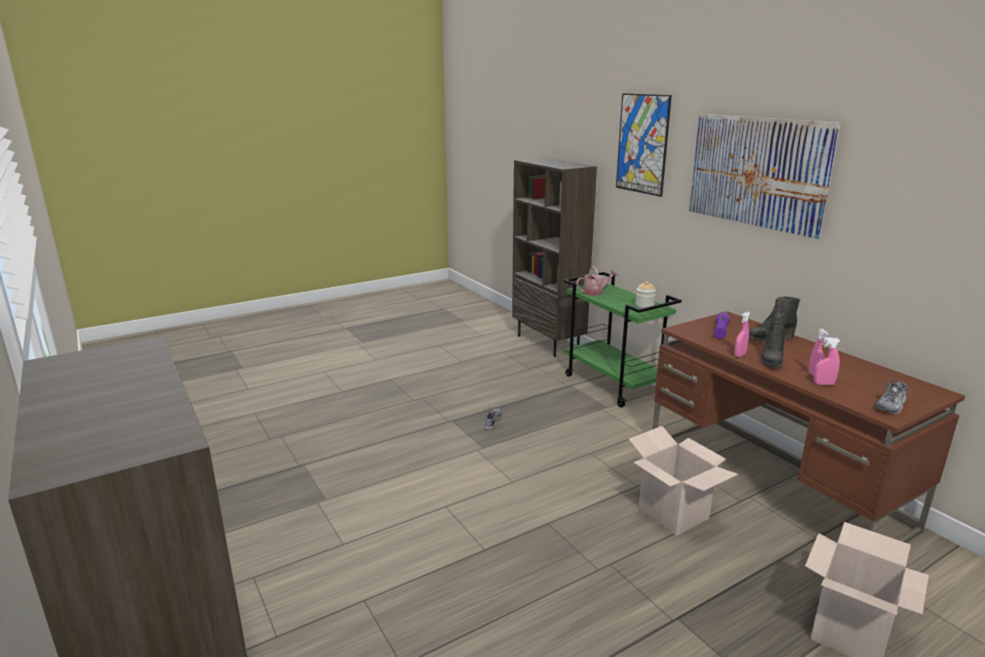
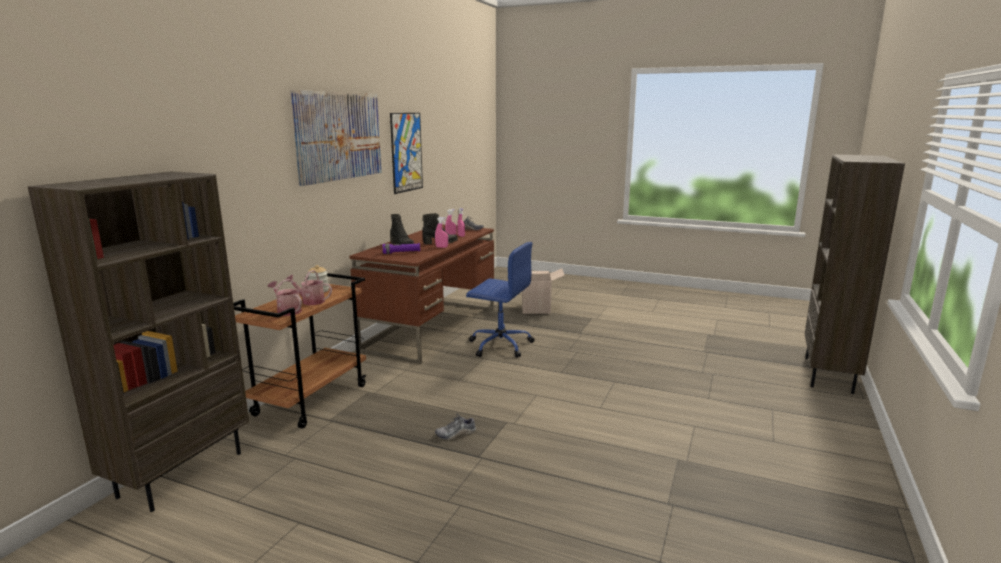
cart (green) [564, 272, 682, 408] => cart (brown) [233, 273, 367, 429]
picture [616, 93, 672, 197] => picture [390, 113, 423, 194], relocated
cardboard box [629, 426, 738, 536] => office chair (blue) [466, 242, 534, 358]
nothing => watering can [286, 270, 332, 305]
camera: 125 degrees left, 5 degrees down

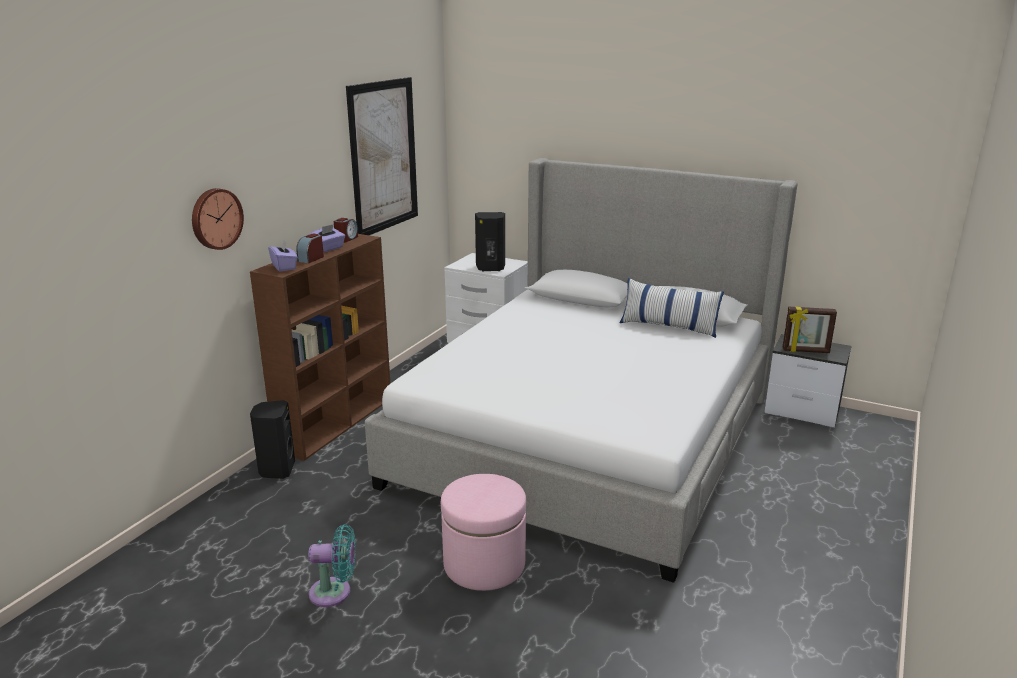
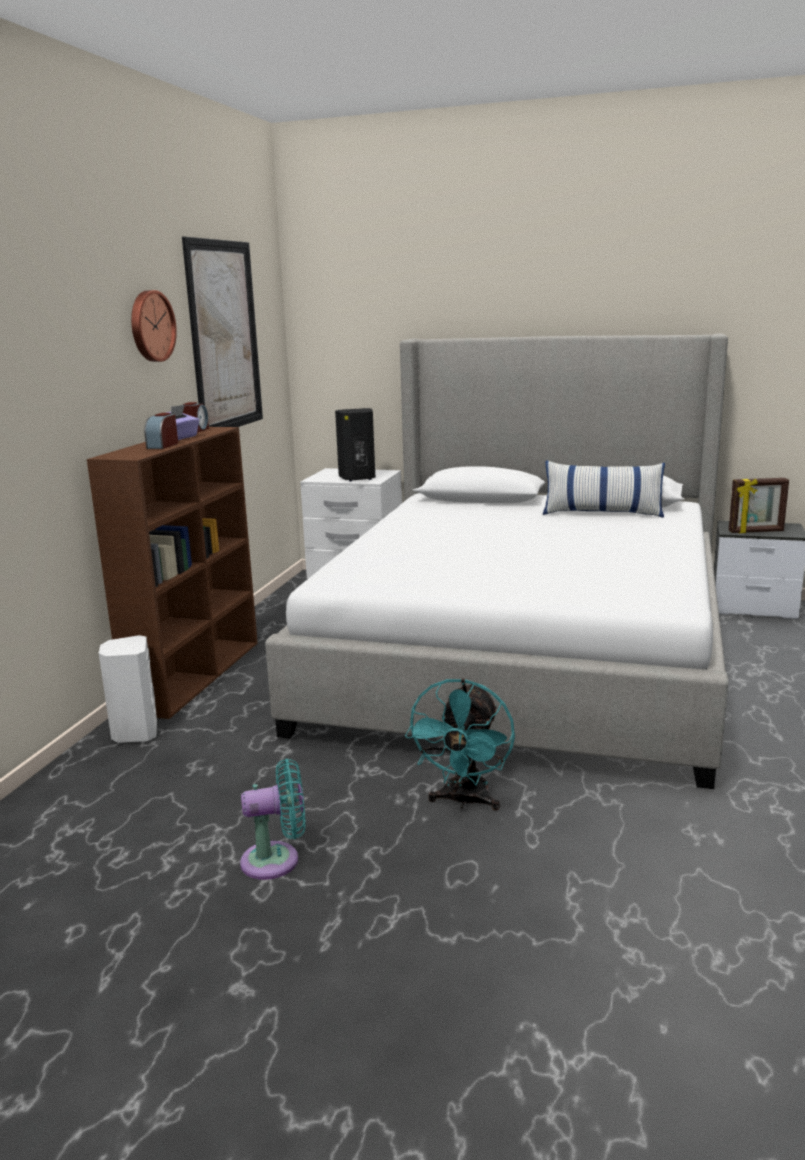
wall clock [192, 188, 244, 250] => wall clock [131, 290, 177, 362], relocated
speaker (black) [250, 400, 295, 479] => speaker (white) [99, 635, 157, 743]
tissue box (purple) [268, 240, 298, 271] => nothing
ottoman (pink) [441, 474, 526, 591] => fan (turquoise) [405, 678, 515, 811]
camera: 10 degrees left, 5 degrees down

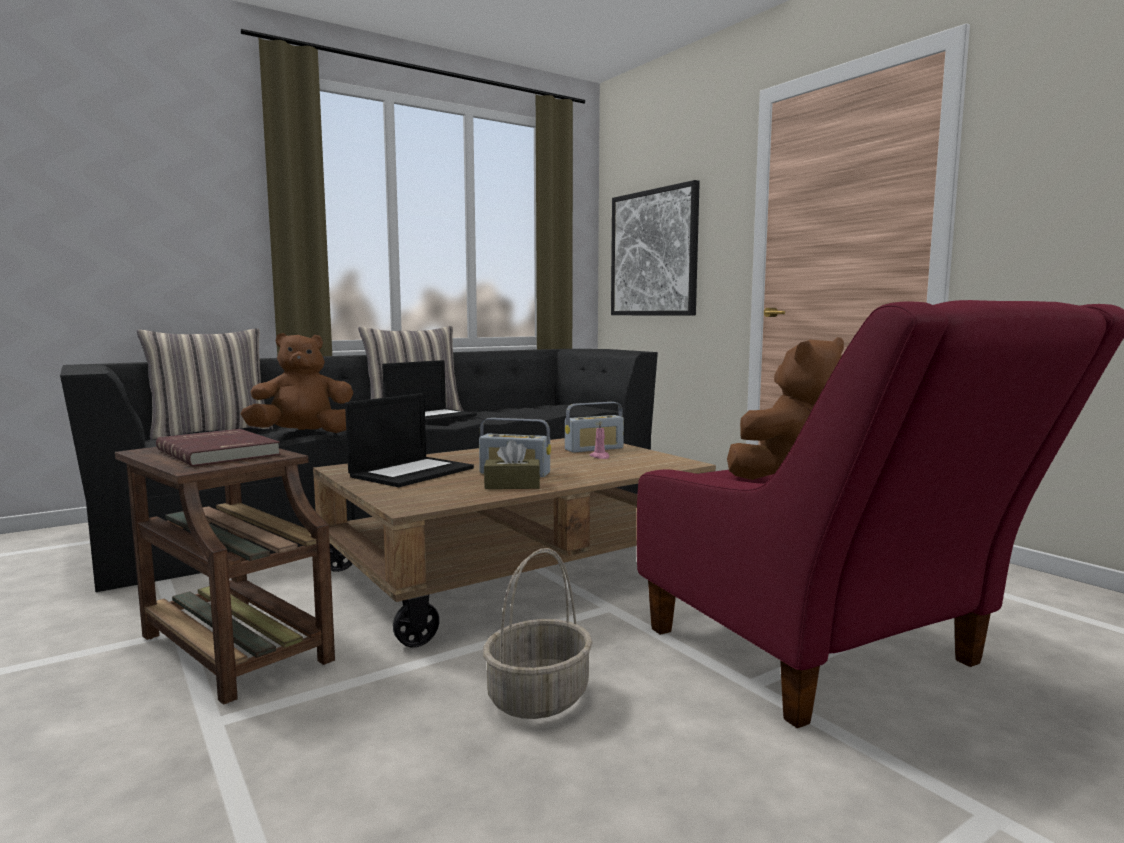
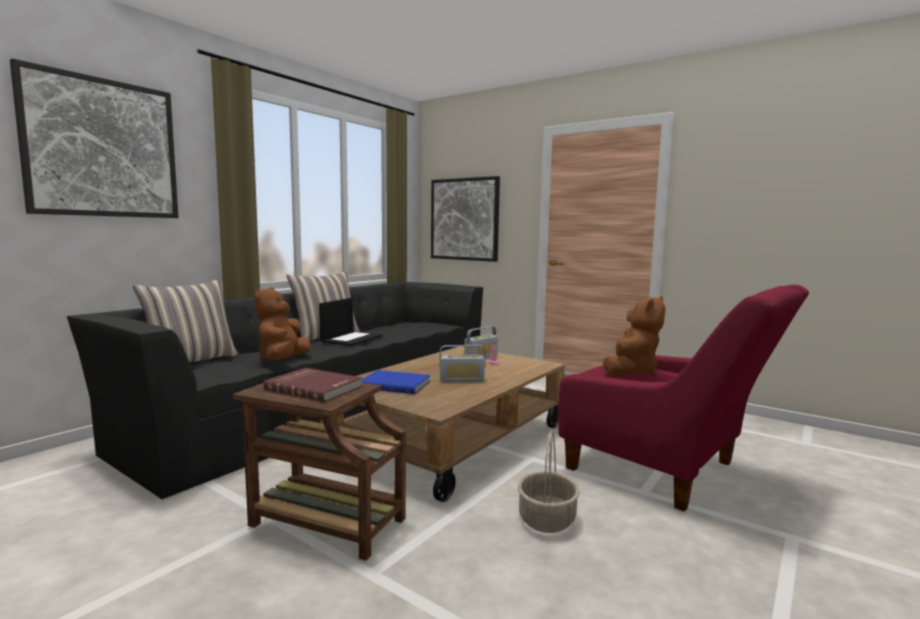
plush toy (brown) [241, 333, 353, 433] => plush toy (brown) [254, 287, 311, 360], 45 degrees counterclockwise
laptop [345, 393, 474, 487] => book (blue) [362, 370, 430, 394]
tissue box (brown) [484, 440, 540, 489] => nothing
nothing => picture [10, 58, 178, 218]
camera: 20 degrees left, 0 degrees up

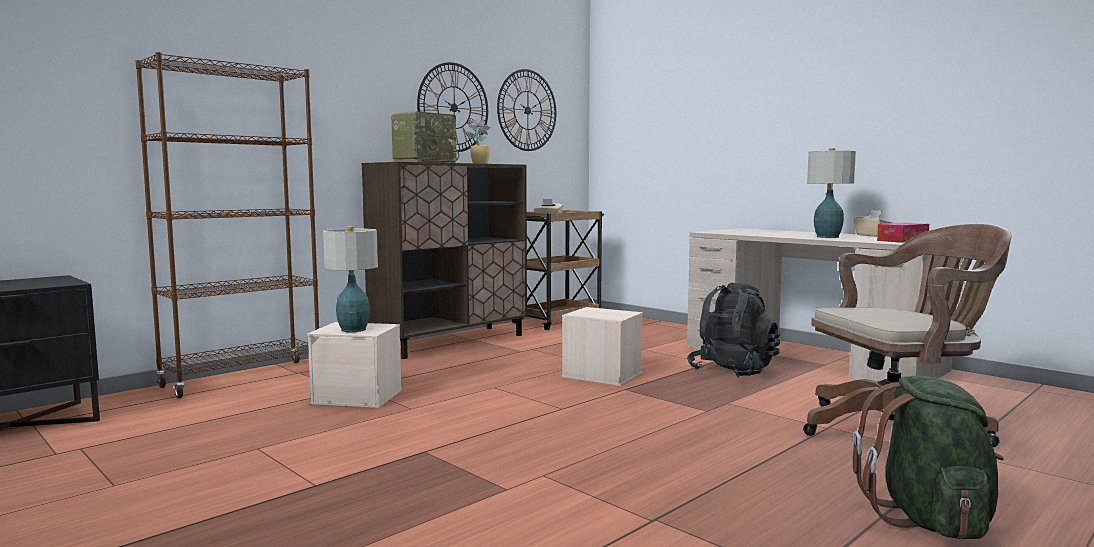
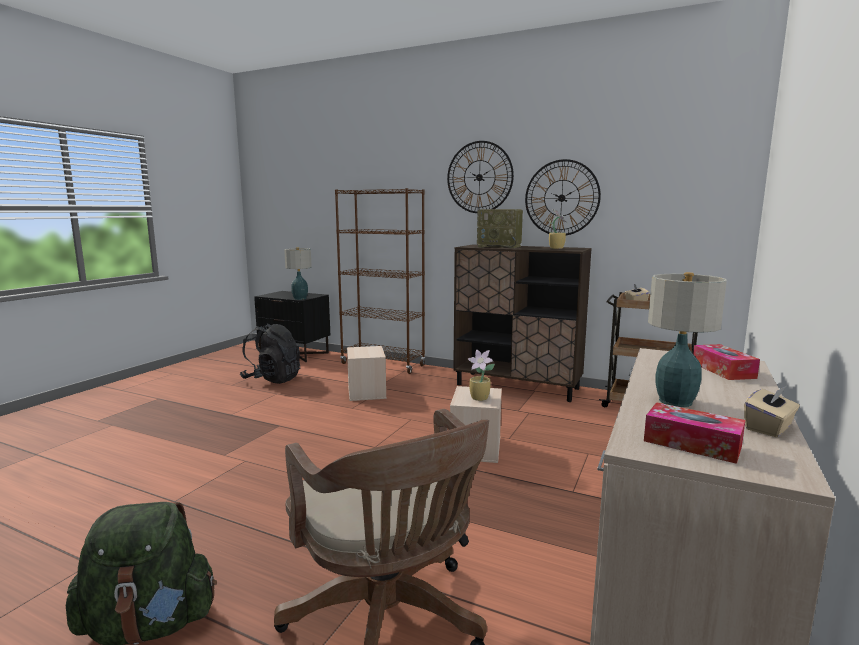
table lamp [323, 226, 378, 332] => table lamp [284, 247, 312, 300], relocated
wall clock [497, 69, 556, 151] => wall clock [447, 141, 514, 213], relocated
backpack (black) [687, 283, 780, 378] => backpack (black) [240, 323, 300, 384], relocated
nothing => potted plant [468, 350, 495, 401]
nothing => tissue box [693, 344, 760, 380]
camera: 70 degrees right, 5 degrees up

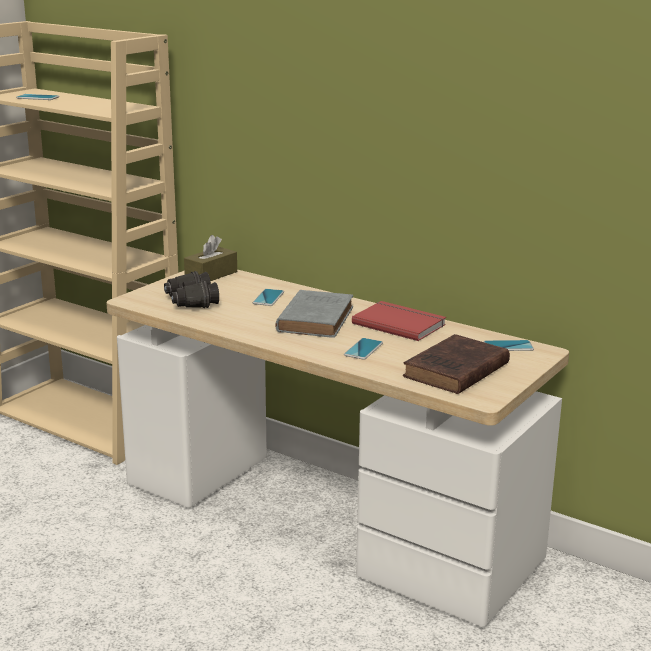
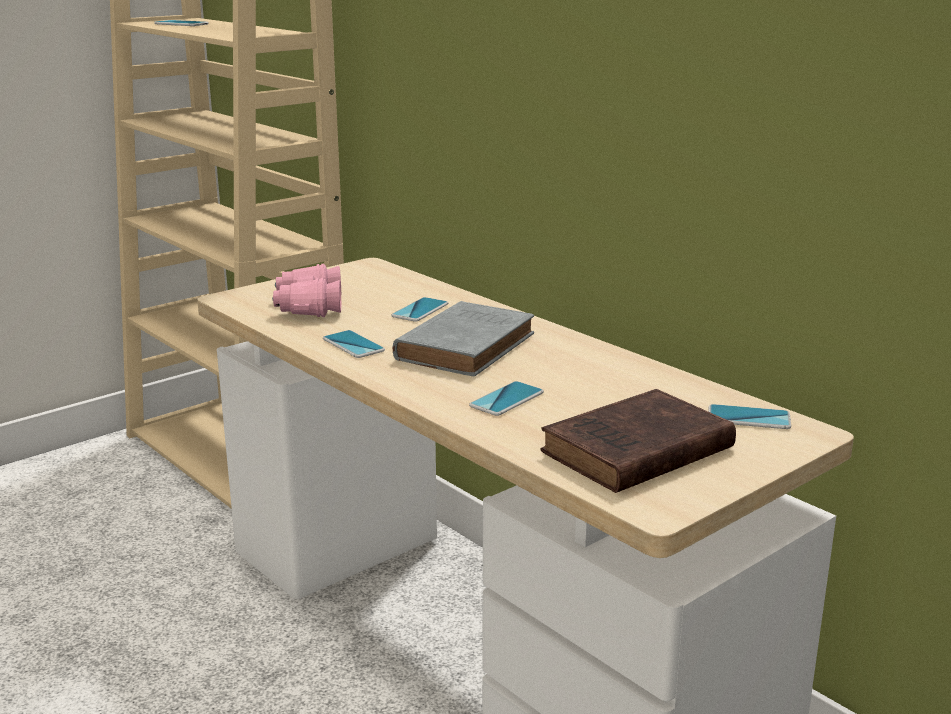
binoculars (black) [164, 271, 219, 308] => binoculars (pink) [272, 263, 341, 317]
tissue box (brown) [184, 235, 237, 281] => nothing
book (red) [352, 301, 446, 341] => nothing
nothing => phone [323, 330, 385, 358]
camera: 15 degrees right, 0 degrees up

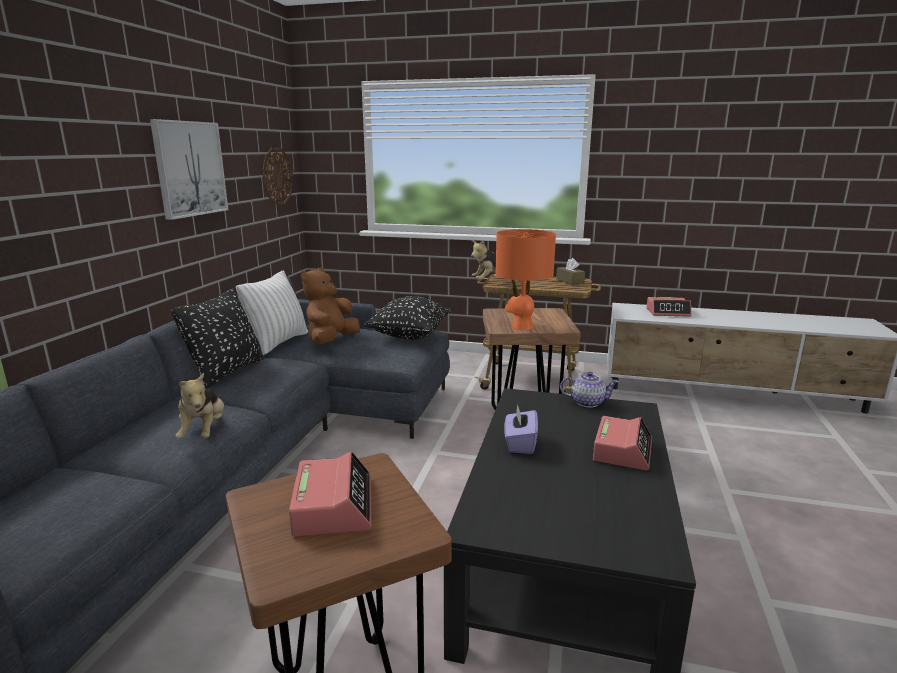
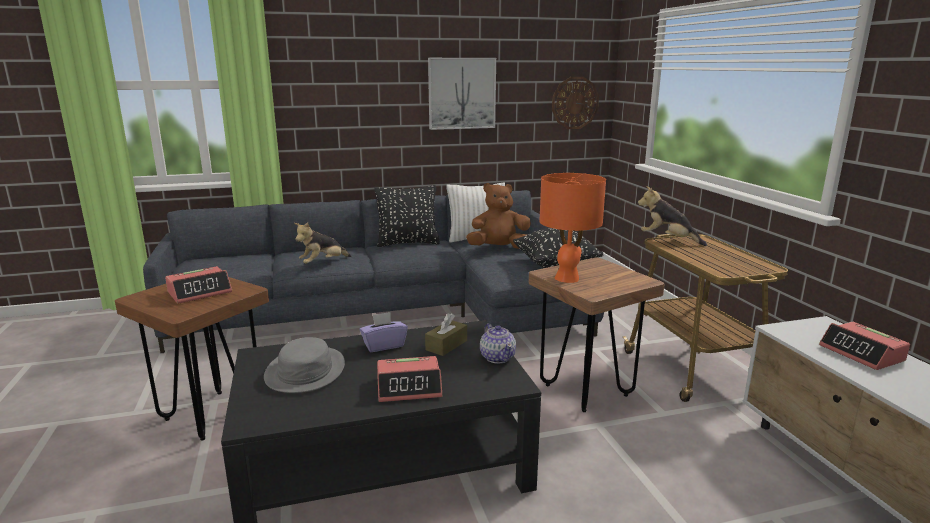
tissue box (brown) [556, 258, 585, 285] => tissue box (brown) [425, 313, 467, 356], relocated
nothing => hat (grey) [264, 337, 345, 393]
camera: 60 degrees right, 0 degrees up

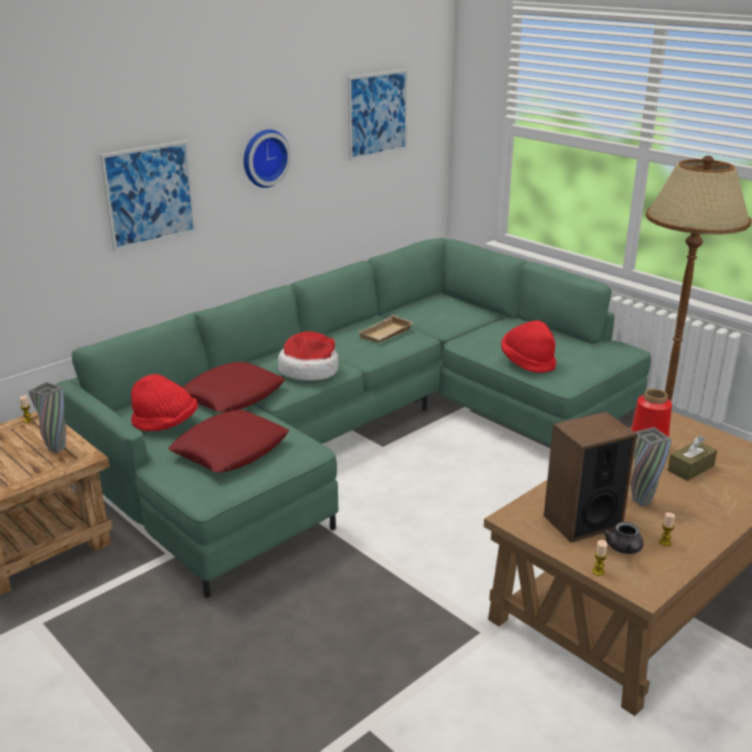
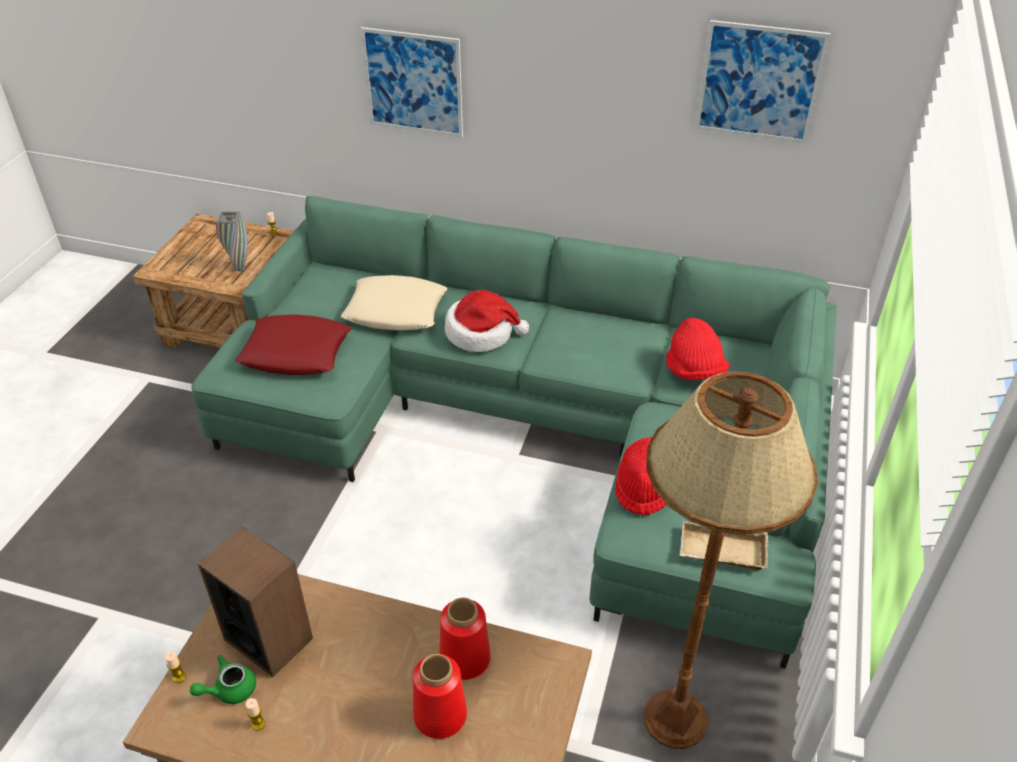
hat (red) [131, 374, 198, 431] => hat (red) [666, 318, 730, 380], relocated
pillow (red) [182, 362, 285, 412] => pillow (beige) [341, 275, 447, 331]
wall clock [244, 130, 291, 188] => nothing
tray (beige) [358, 315, 414, 343] => tray (beige) [680, 521, 769, 570], relocated
teapot (grey) [603, 522, 644, 554] => teapot (green) [190, 655, 256, 704]
vase (grey) [631, 427, 672, 507] => nothing
tissue box (brown) [668, 436, 717, 481] => vase (red) [413, 654, 467, 739]
camera: 60 degrees right, 15 degrees up

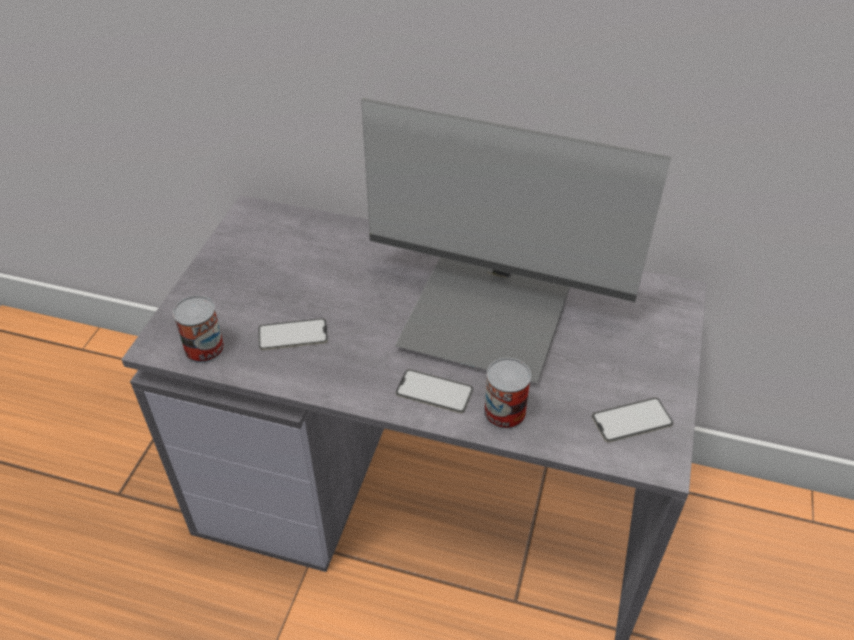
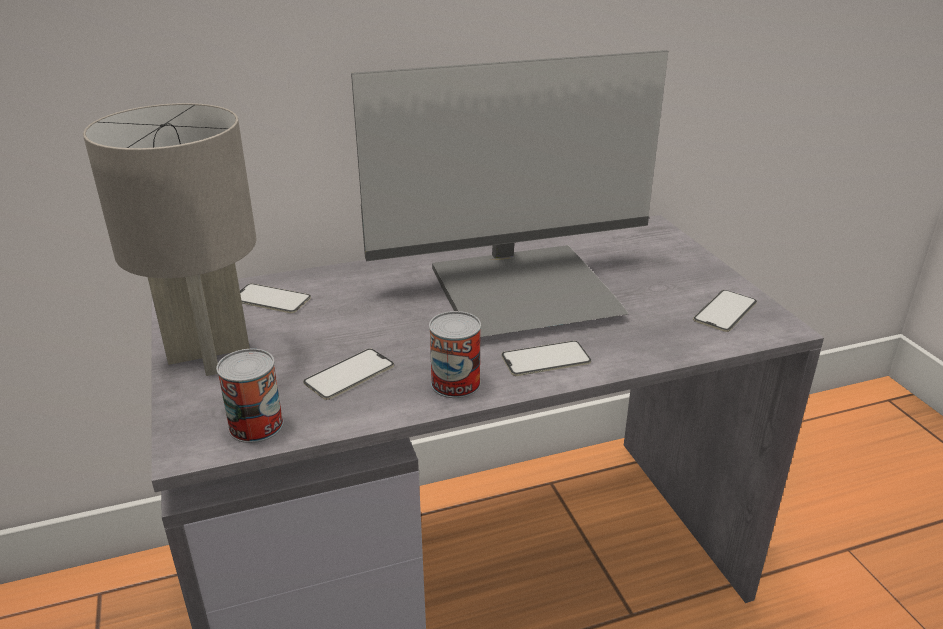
can [484, 358, 531, 429] => can [429, 311, 481, 398], relocated
nothing => table lamp (grey) [83, 103, 257, 376]
nothing => phone [240, 283, 311, 313]
camera: 35 degrees left, 15 degrees down

